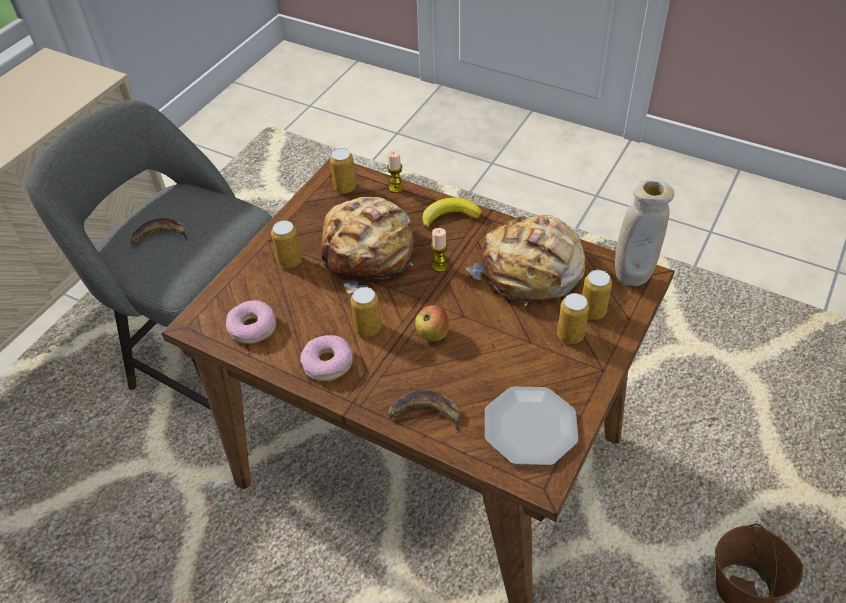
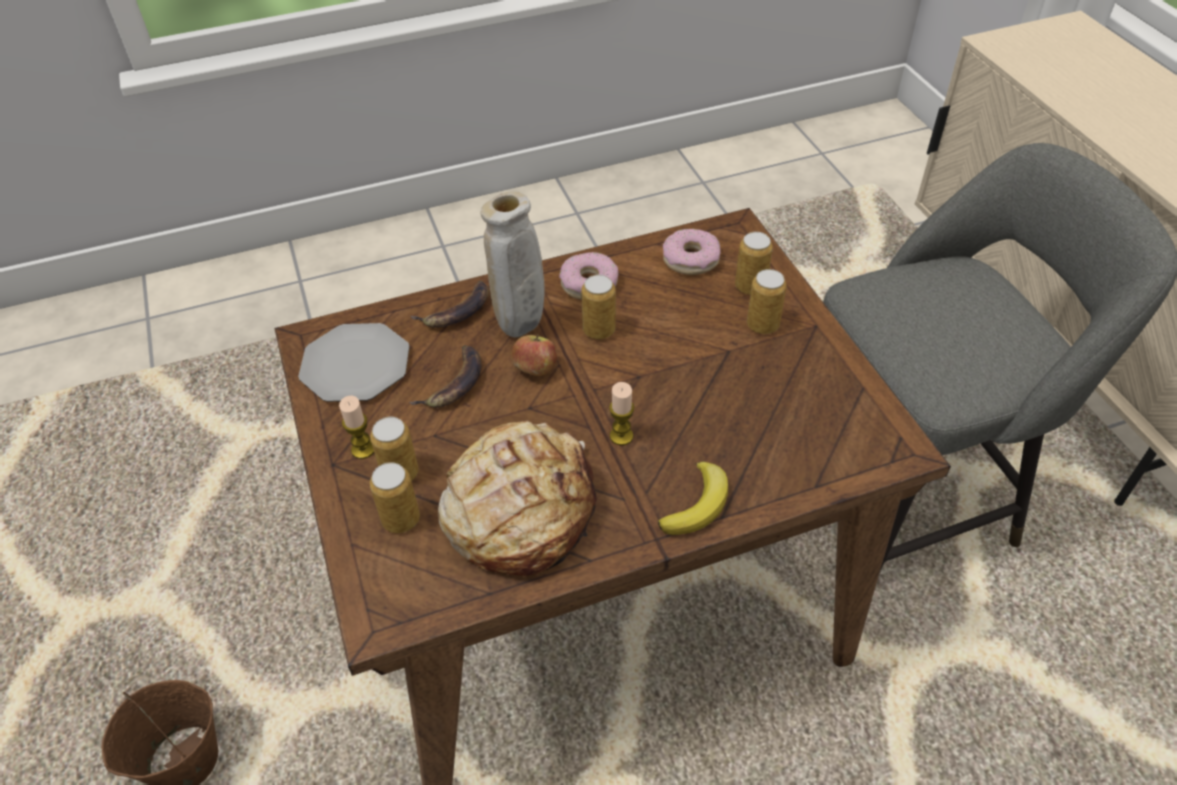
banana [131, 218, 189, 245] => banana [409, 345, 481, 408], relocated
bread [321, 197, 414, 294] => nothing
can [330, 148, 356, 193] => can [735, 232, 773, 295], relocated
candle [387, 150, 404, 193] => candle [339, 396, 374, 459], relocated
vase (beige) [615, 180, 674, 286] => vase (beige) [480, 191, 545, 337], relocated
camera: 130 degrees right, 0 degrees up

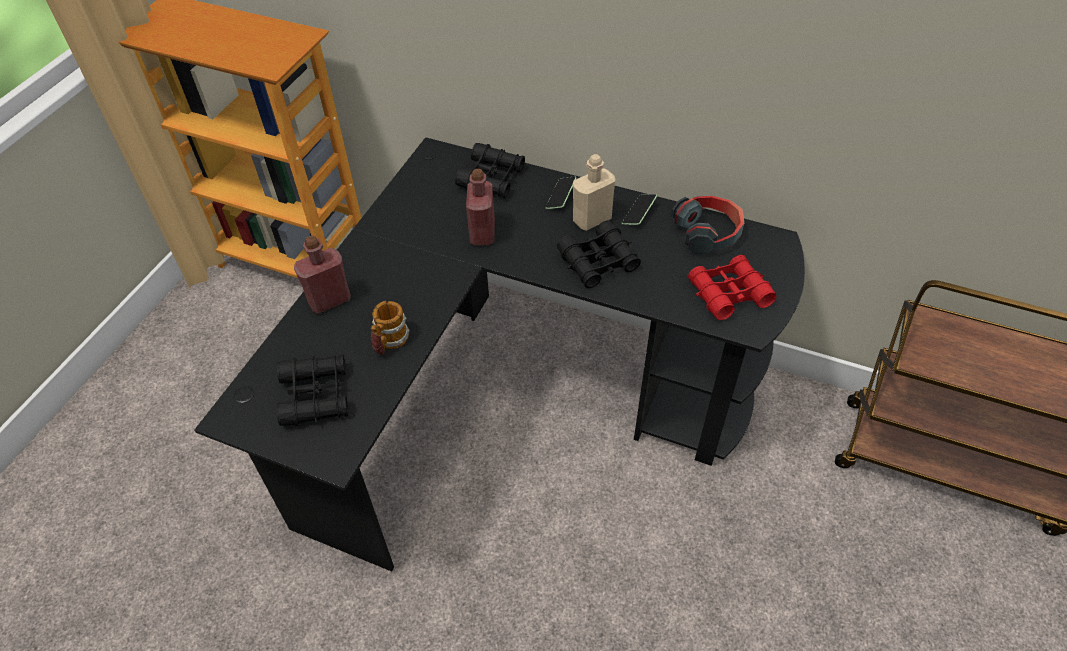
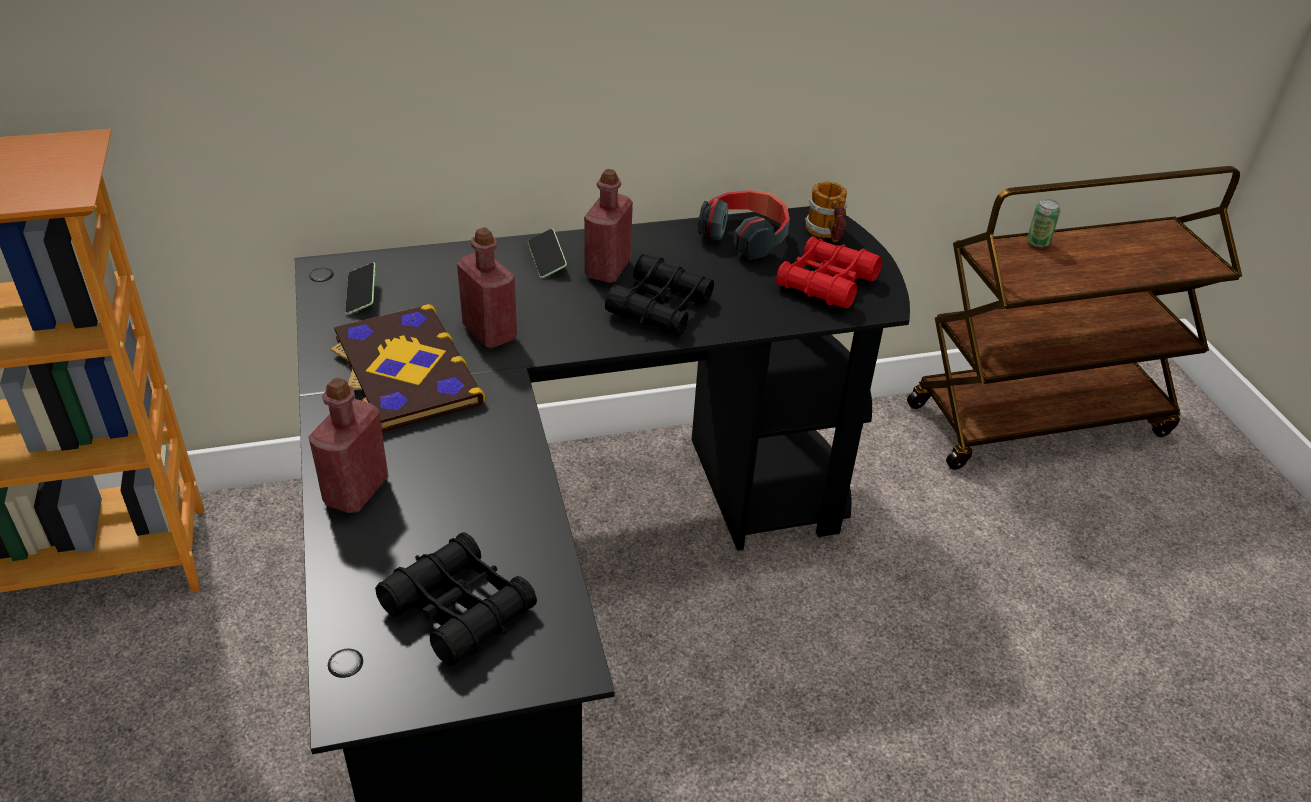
mug [371, 301, 410, 354] => mug [805, 182, 847, 242], relocated
binoculars (black) [455, 143, 525, 198] => nothing
bottle (beige) [573, 154, 616, 231] => bottle (red) [584, 169, 633, 283]
phone [622, 194, 657, 225] => phone [345, 262, 376, 315], relocated
nothing => book [330, 304, 485, 432]
nothing => can [1027, 199, 1060, 247]
camera: 40 degrees left, 10 degrees down

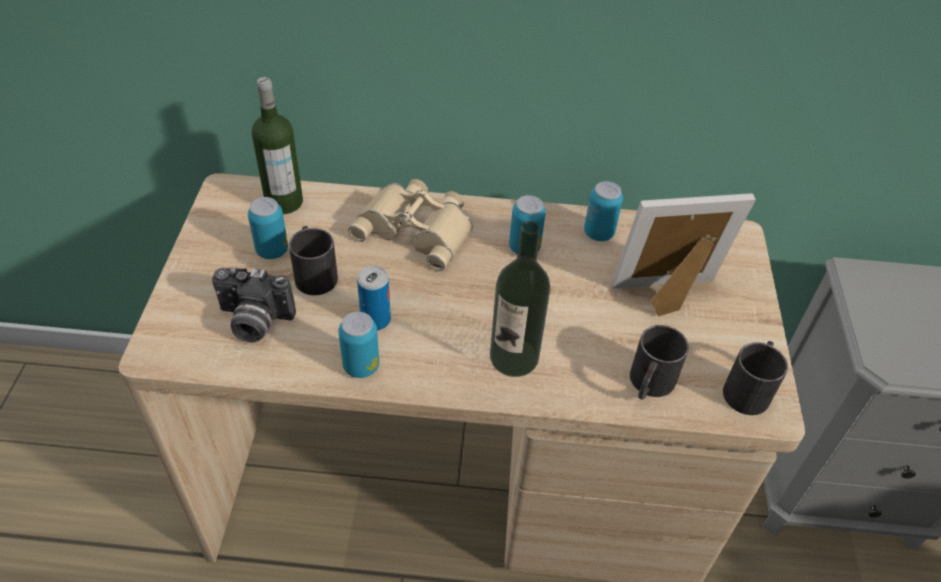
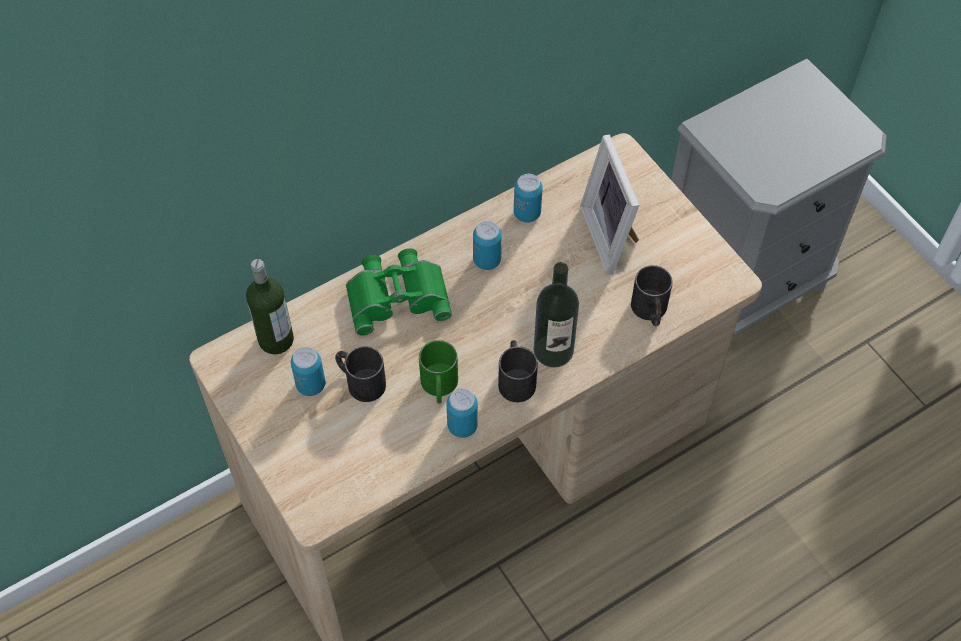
photo camera [212, 267, 296, 343] => nothing
binoculars (beige) [348, 179, 473, 271] => binoculars (green) [346, 248, 452, 336]
can [357, 266, 391, 330] => mug (green) [419, 340, 458, 403]
picture frame [612, 193, 756, 316] => picture frame [580, 135, 639, 275], 60 degrees counterclockwise
mug (black) [723, 341, 788, 415] => mug (black) [498, 340, 538, 402], relocated
camera: 35 degrees left, 10 degrees up

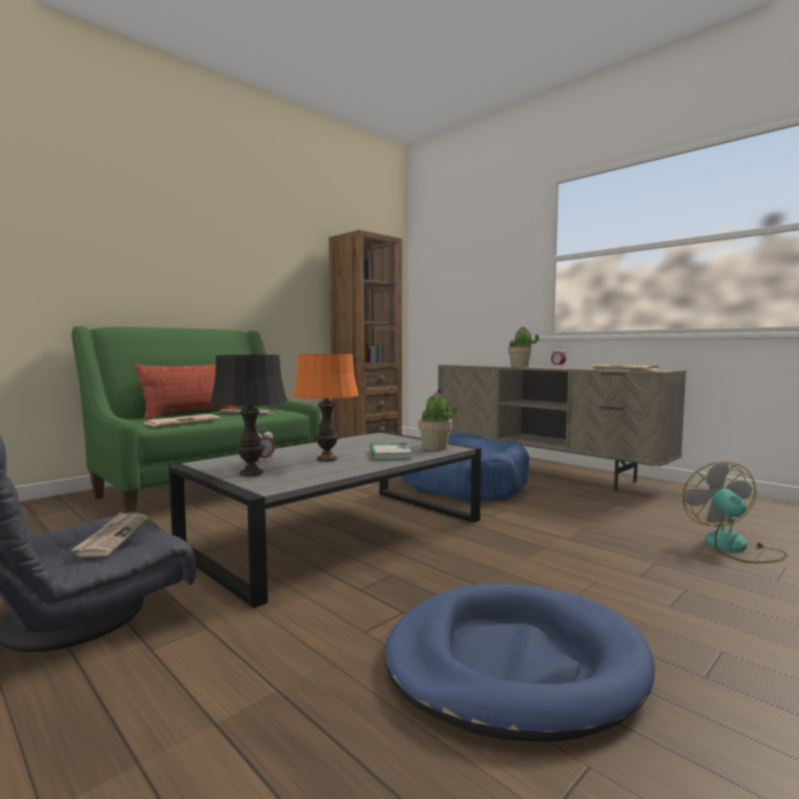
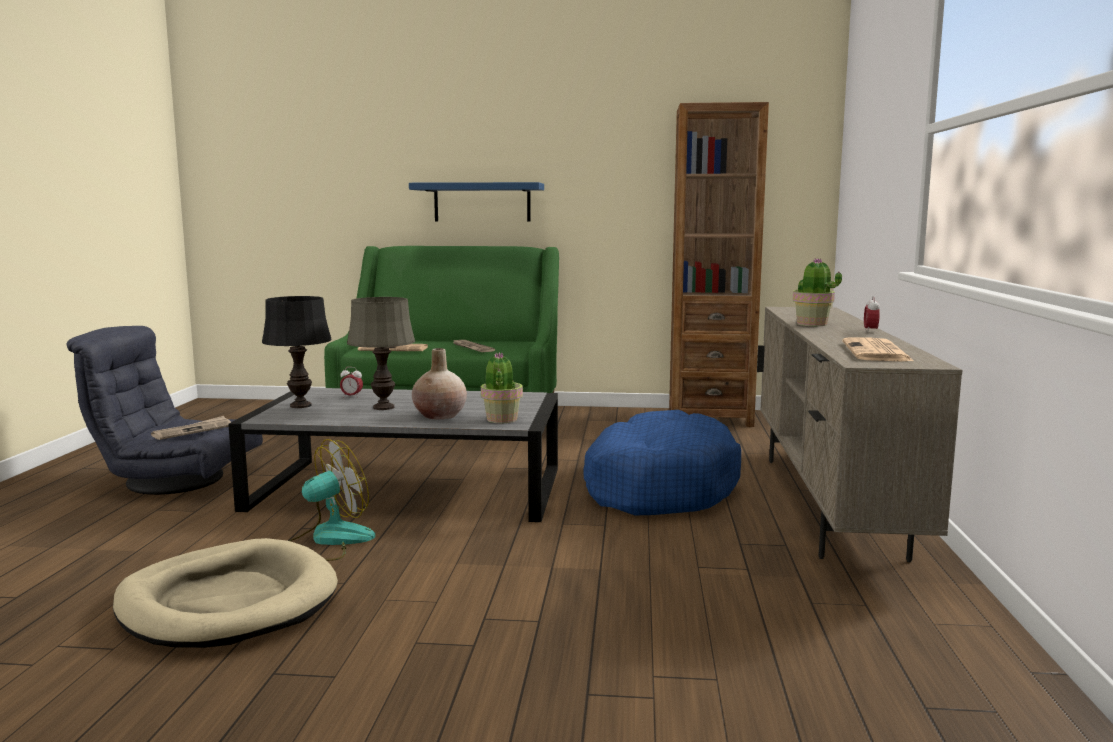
pillow [135, 364, 237, 419] => nothing
table lamp (orange) [293, 354, 359, 462] => table lamp (grey) [347, 297, 415, 410]
book [370, 443, 412, 460] => vase (beige) [412, 348, 467, 419]
dog bed (blue) [385, 584, 655, 741] => dog bed (beige) [113, 538, 338, 648]
fan [682, 462, 787, 563] => fan [289, 439, 375, 561], relocated
nothing => shelf (blue) [409, 182, 544, 222]
camera: 50 degrees right, 5 degrees up

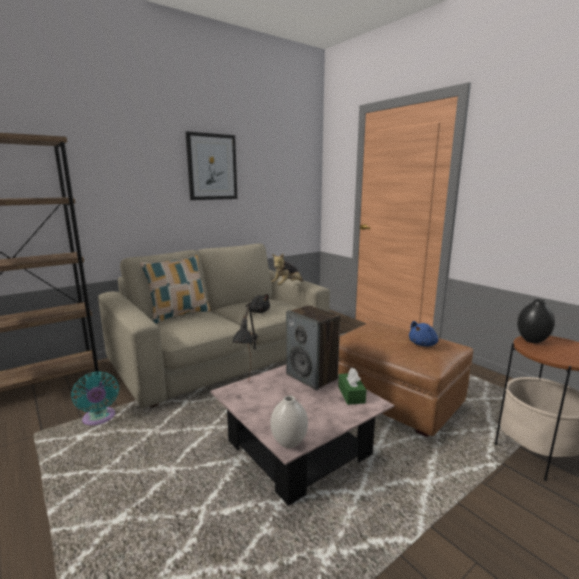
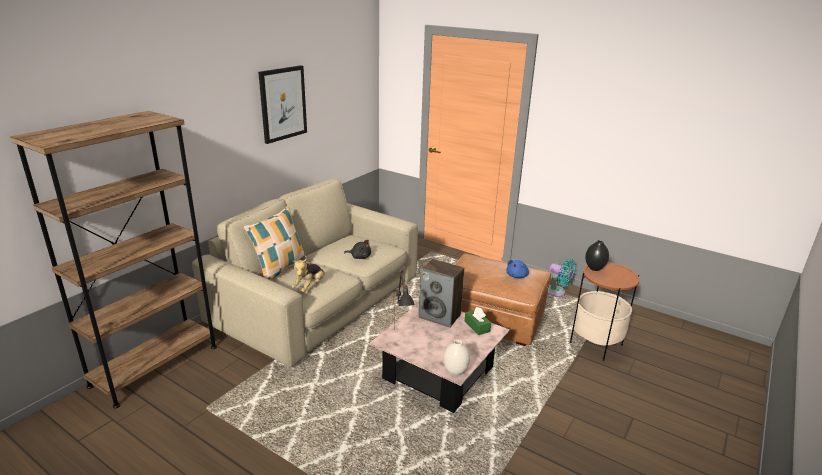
fan (turquoise) [71, 371, 119, 425] => fan (turquoise) [548, 259, 576, 296], relocated
plush toy [271, 253, 303, 285] => plush toy [292, 259, 325, 292], relocated
camera: 20 degrees left, 10 degrees up

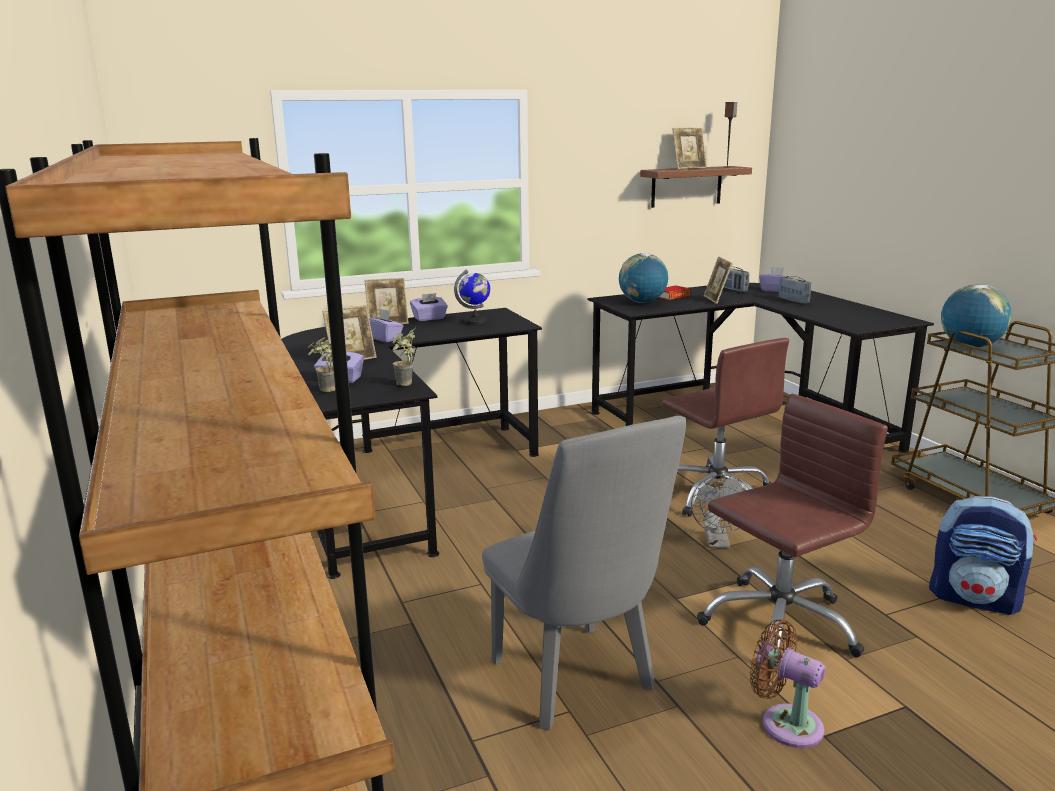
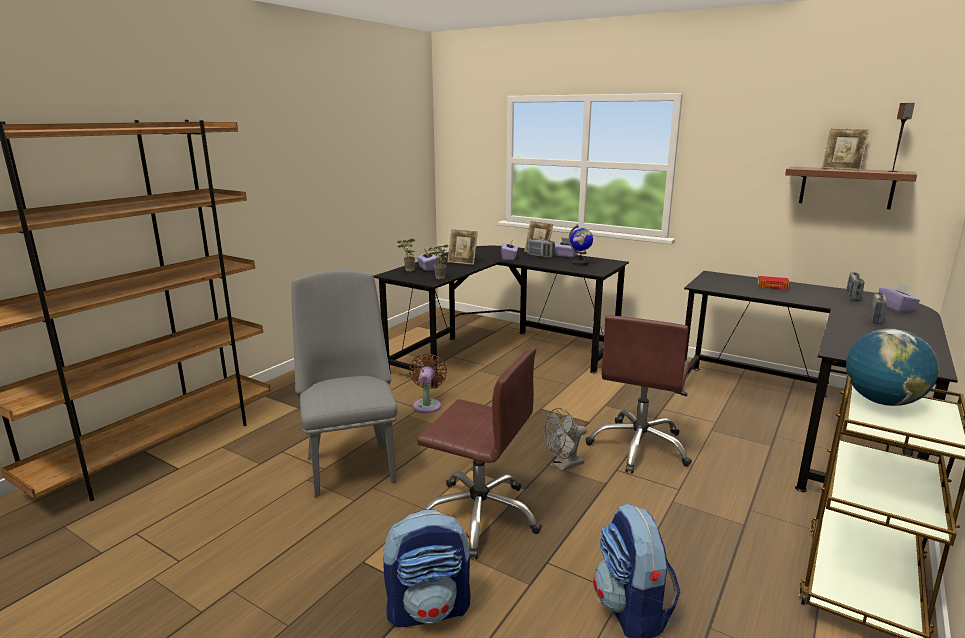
chair (grey) [482, 416, 686, 730] => chair (grey) [291, 270, 397, 497], 135 degrees clockwise
globe [619, 253, 668, 303] => nothing
picture frame [704, 256, 733, 304] => nothing
fan (brown) [750, 620, 826, 748] => fan (brown) [409, 353, 447, 413], relocated
nothing => backpack [383, 510, 471, 627]
nothing => radio [527, 238, 555, 258]
camera: 55 degrees right, 0 degrees up

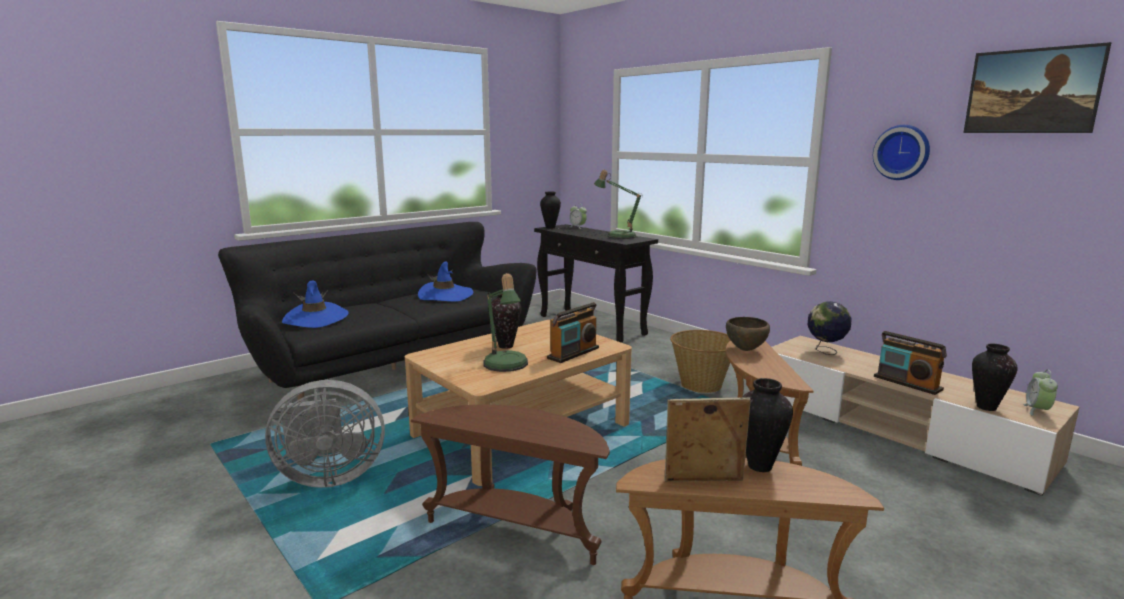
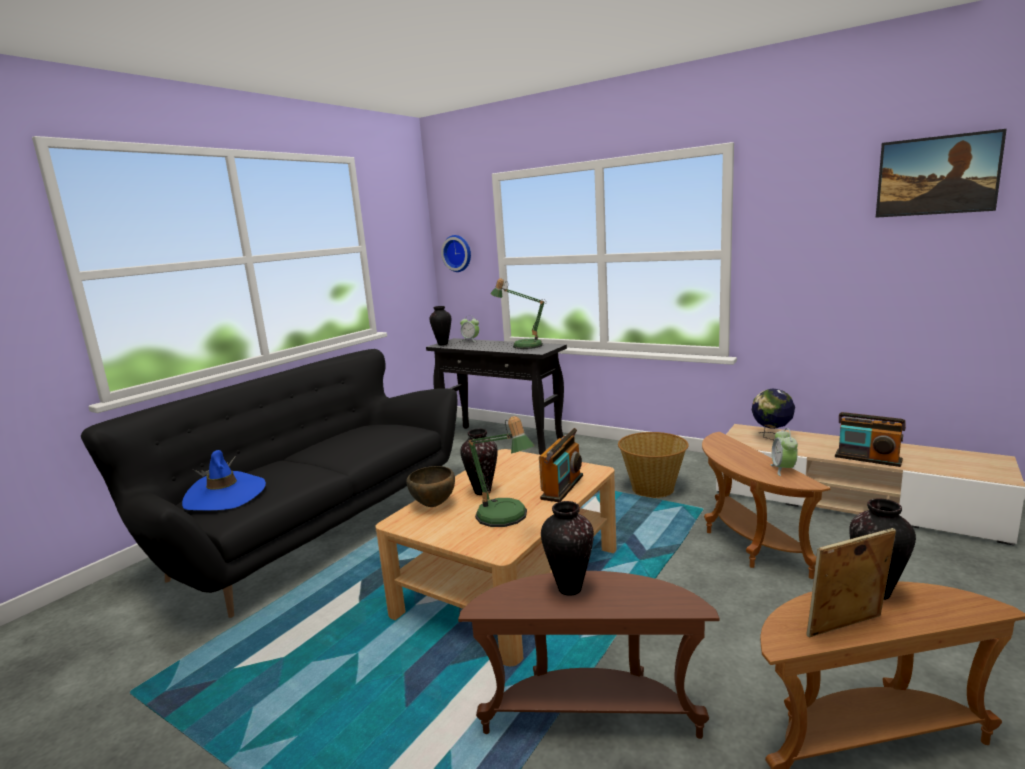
fan (grey) [265, 380, 385, 488] => nothing
hat (blue) [418, 262, 473, 302] => nothing
bowl (brown) [726, 317, 770, 351] => bowl (brown) [406, 466, 455, 507], relocated
wall clock [873, 125, 930, 180] => wall clock [441, 235, 471, 272], relocated
vase [972, 344, 1018, 411] => vase [541, 501, 594, 596], relocated
alarm clock [1023, 369, 1058, 416] => alarm clock [770, 428, 798, 476], relocated
camera: 15 degrees left, 0 degrees up

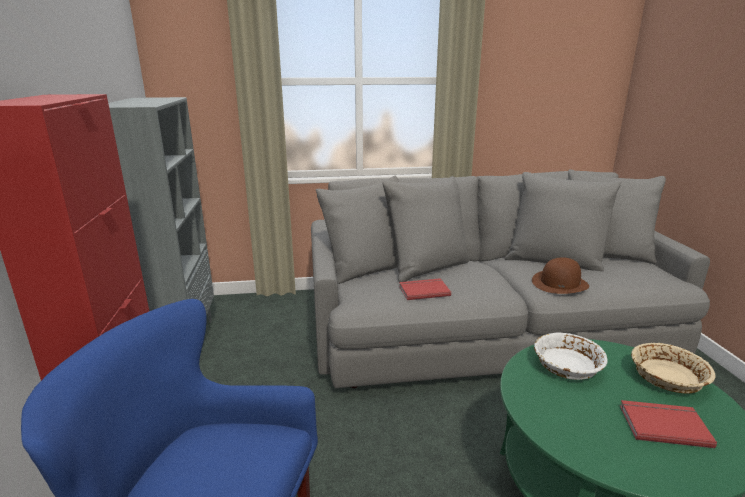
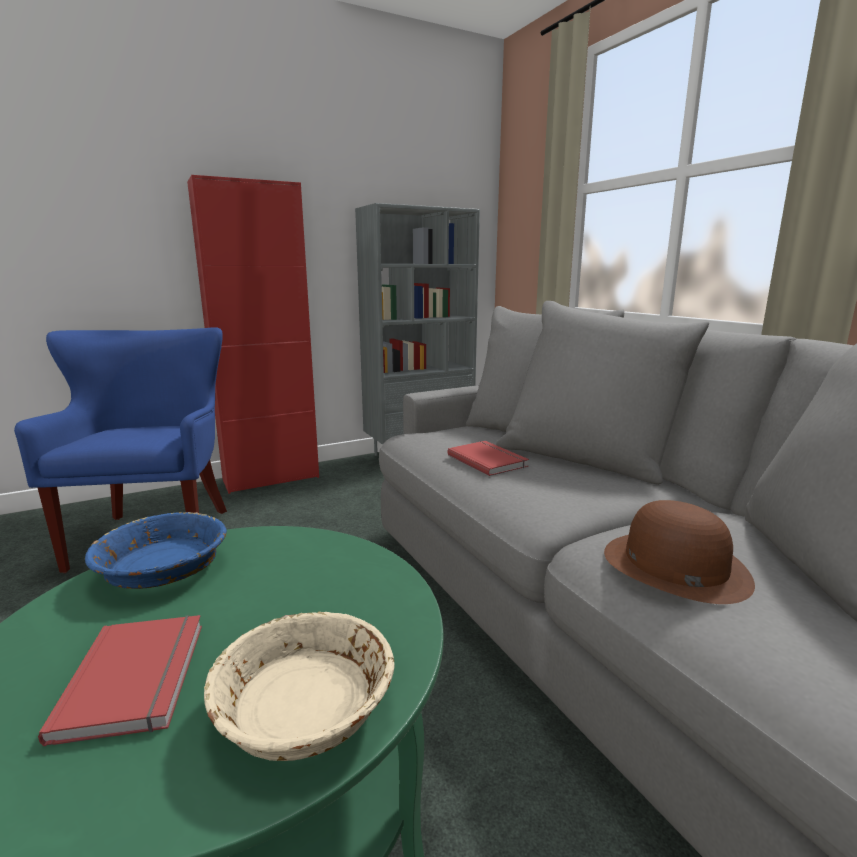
bowl (white) [534, 332, 608, 380] => nothing
nothing => bowl (blue) [85, 512, 227, 589]
camera: 70 degrees right, 5 degrees down

